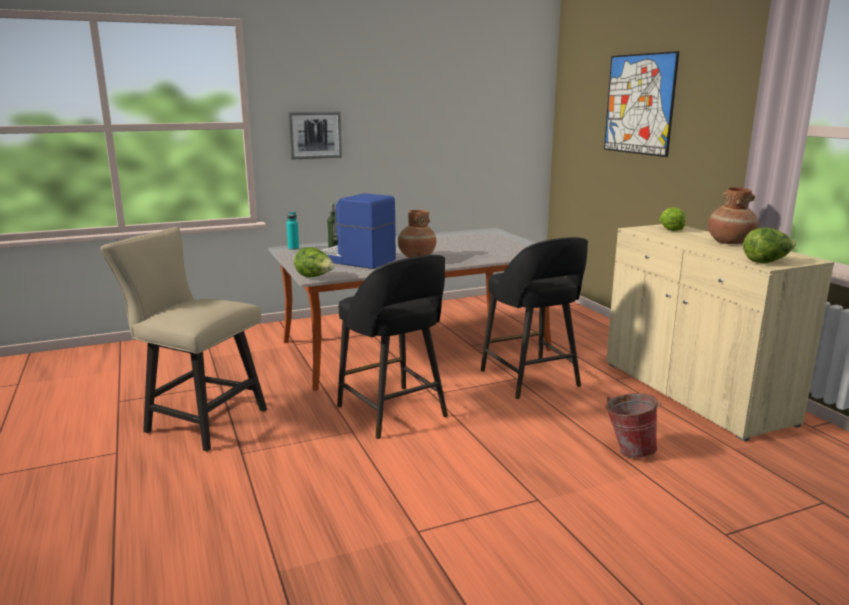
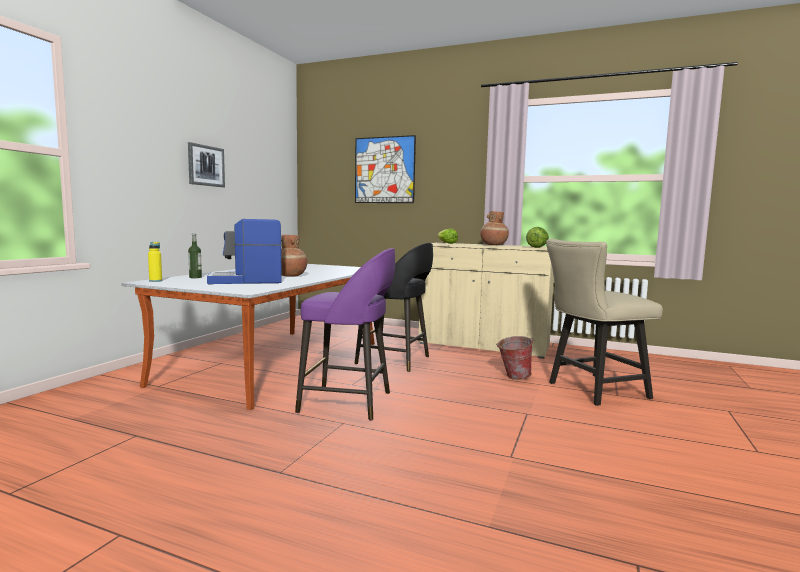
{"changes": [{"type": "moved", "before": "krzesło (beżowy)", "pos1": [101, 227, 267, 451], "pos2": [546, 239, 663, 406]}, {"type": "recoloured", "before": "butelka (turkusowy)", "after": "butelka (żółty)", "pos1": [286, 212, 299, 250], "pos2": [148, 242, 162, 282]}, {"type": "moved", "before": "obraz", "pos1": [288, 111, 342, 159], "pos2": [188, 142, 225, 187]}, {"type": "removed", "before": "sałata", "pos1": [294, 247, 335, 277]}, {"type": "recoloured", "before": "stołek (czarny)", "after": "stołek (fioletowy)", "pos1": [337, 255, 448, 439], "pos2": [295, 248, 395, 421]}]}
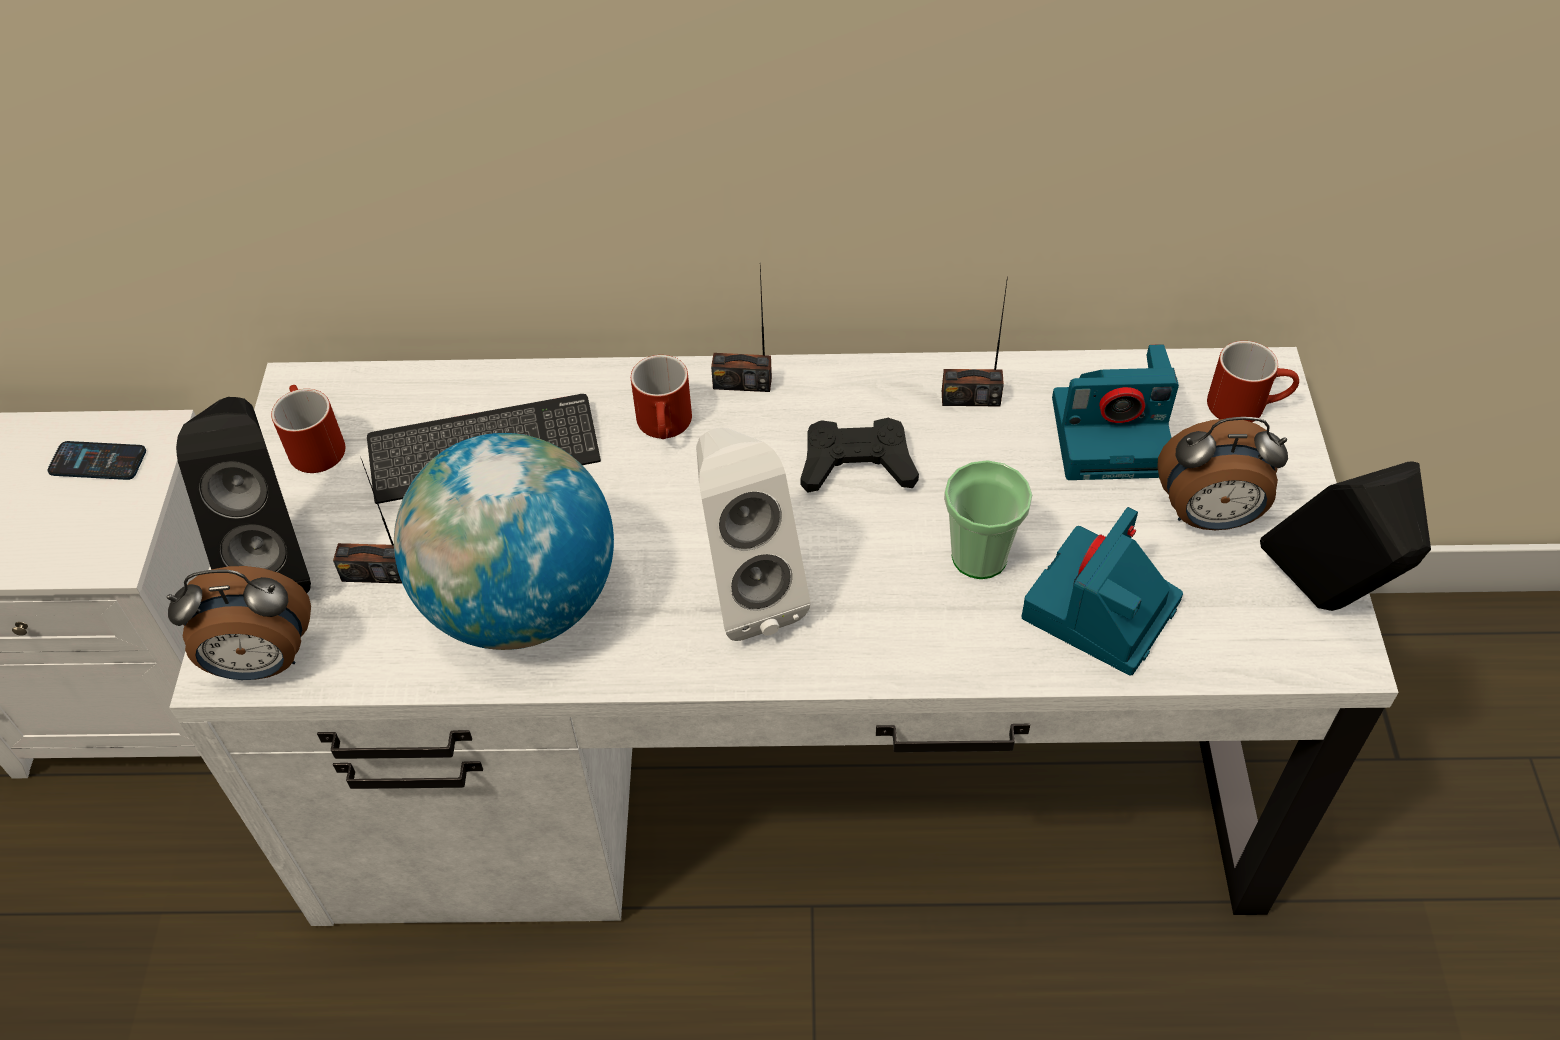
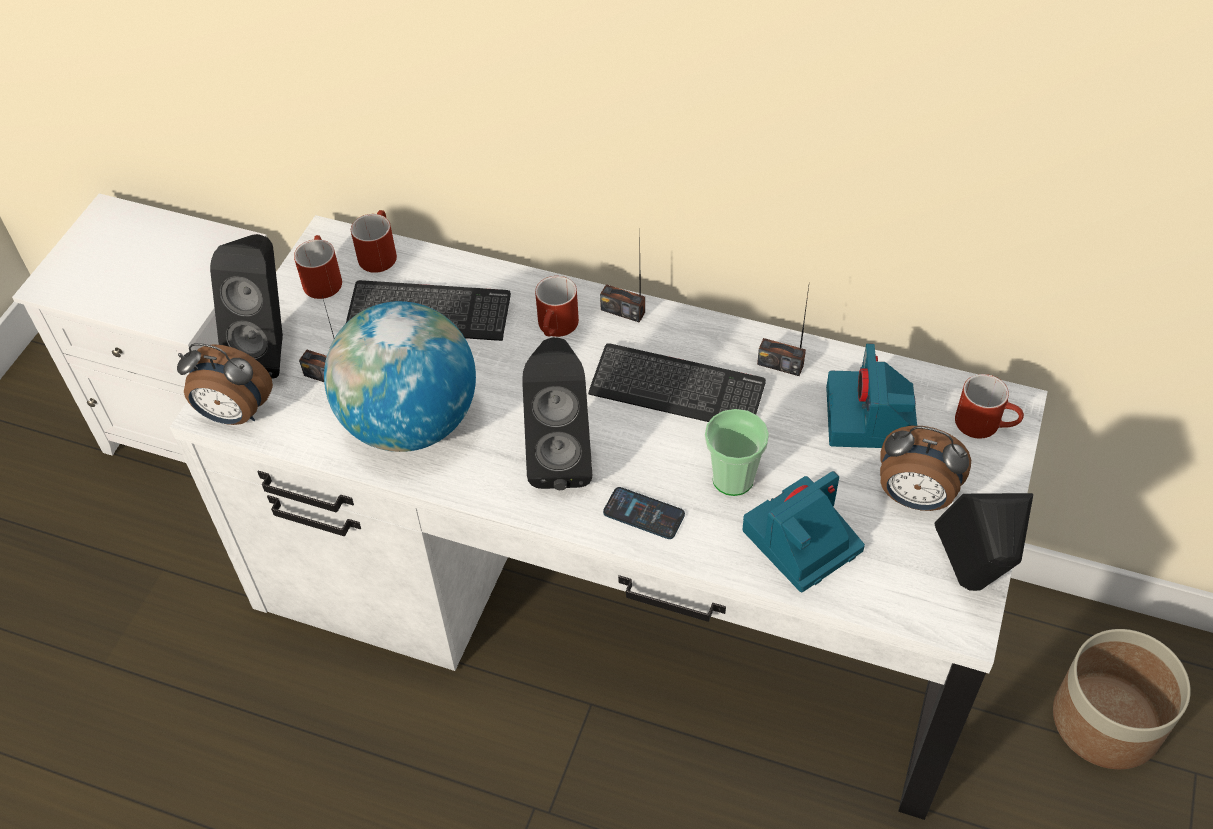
{"changes": [{"type": "moved", "before": "telefon", "pos1": [48, 441, 146, 480], "pos2": [603, 487, 685, 539]}, {"type": "recoloured", "before": "głośnik (biały)", "after": "głośnik (czarny)", "pos1": [696, 428, 810, 641], "pos2": [522, 337, 593, 490]}, {"type": "replaced", "before": "pad do gier (czarny)", "after": "klawiatura", "pos1": [800, 418, 919, 493], "pos2": [588, 343, 766, 422]}, {"type": "turned", "before": "aparat fotograficzny", "pos1": [1052, 344, 1179, 480], "pos2": [826, 343, 917, 448], "turn": 75}, {"type": "added", "after": "kubek (czerwony)", "pos2": [351, 210, 397, 273]}, {"type": "added", "after": "donica", "pos2": [1053, 629, 1191, 769]}]}
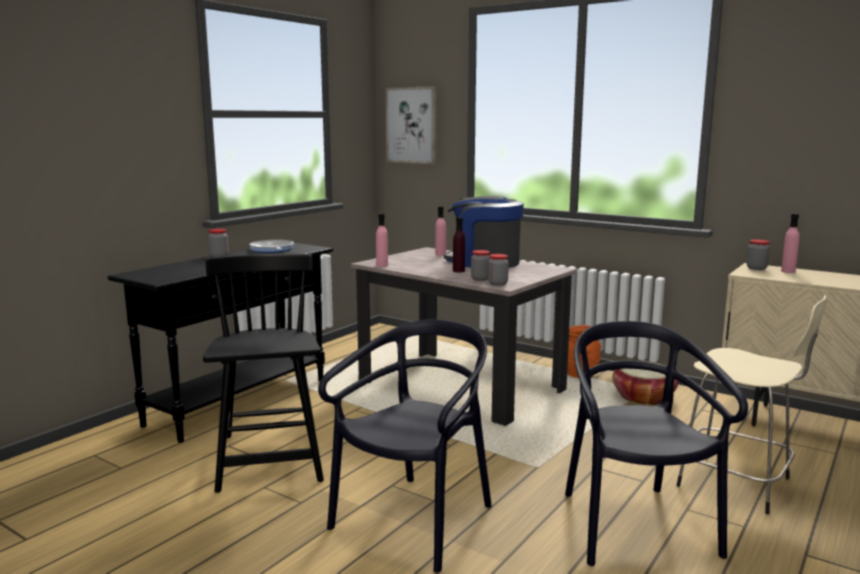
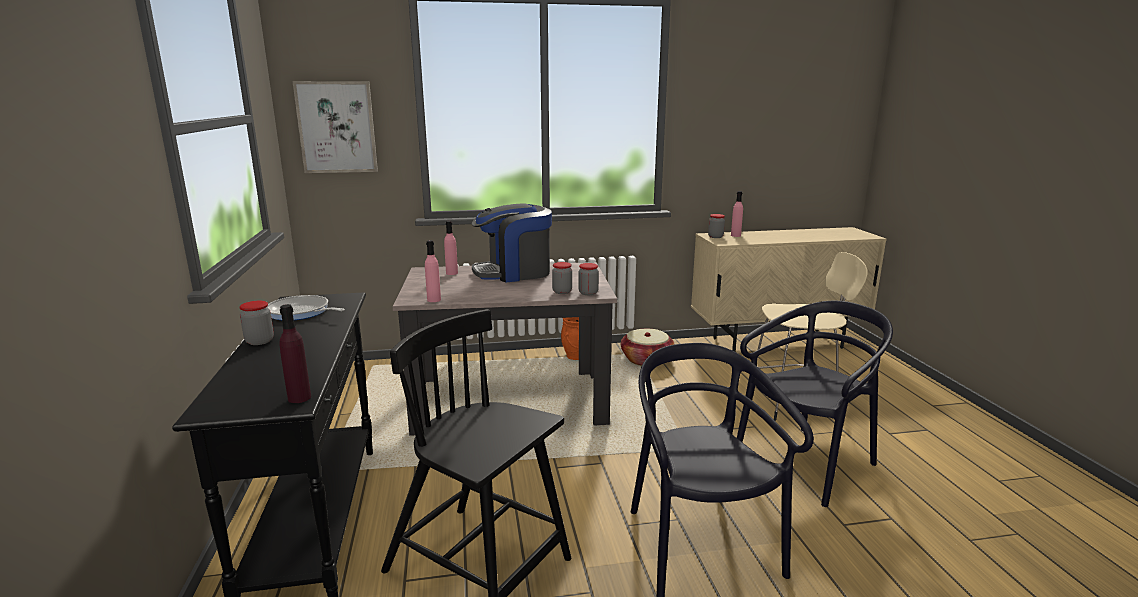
{"changes": [{"type": "moved", "before": "butelka (fioletowy)", "pos1": [453, 217, 465, 272], "pos2": [279, 304, 311, 403]}, {"type": "turned", "before": "krzesło (czarny)", "pos1": [565, 321, 748, 566], "pos2": [737, 301, 893, 507], "turn": 105}]}
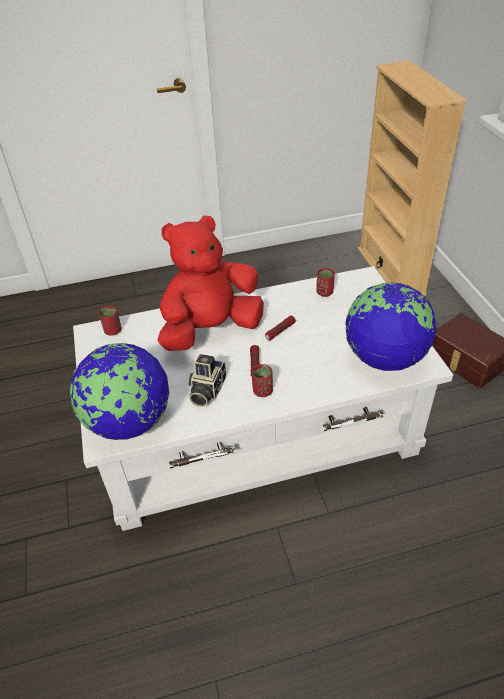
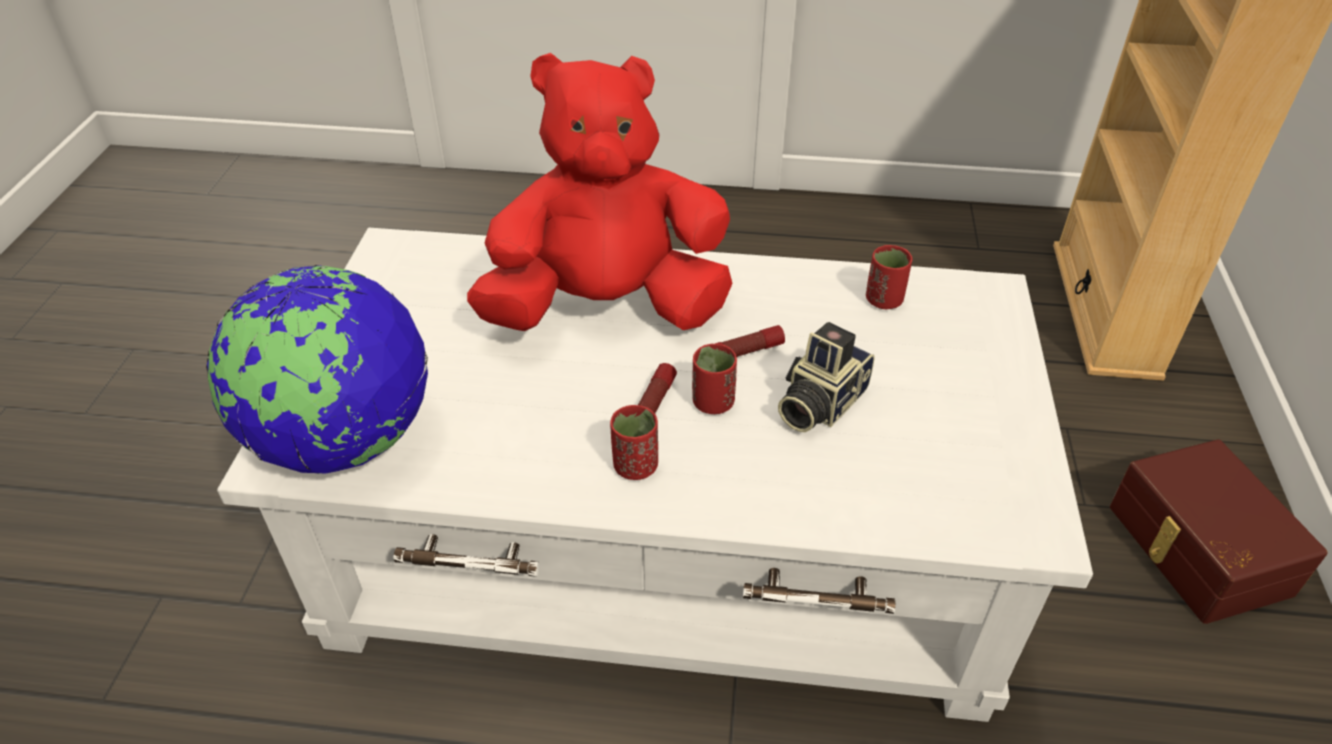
{"changes": [{"type": "moved", "before": "filiżanka (czerwony)", "pos1": [99, 306, 122, 336], "pos2": [692, 344, 737, 414]}, {"type": "moved", "before": "aparat fotograficzny", "pos1": [189, 354, 226, 407], "pos2": [778, 322, 875, 432]}, {"type": "removed", "before": "globus", "pos1": [345, 283, 437, 371]}]}
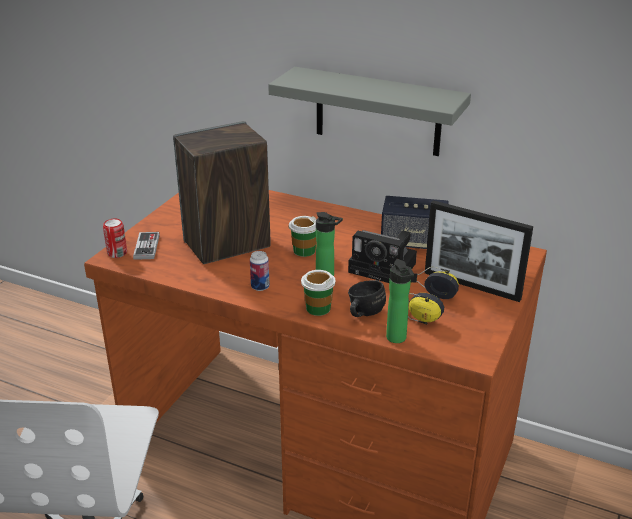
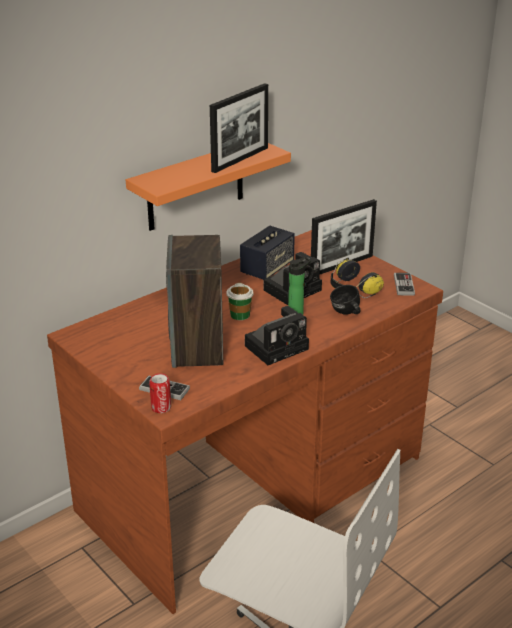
{"changes": [{"type": "replaced", "before": "puszka", "after": "aparat fotograficzny", "pos1": [250, 251, 270, 291], "pos2": [245, 306, 309, 365]}, {"type": "recoloured", "before": "półka (szary)", "after": "półka (pomarańczowy)", "pos1": [268, 67, 471, 156], "pos2": [126, 143, 291, 231]}, {"type": "removed", "before": "filiżanka", "pos1": [301, 270, 335, 316]}, {"type": "removed", "before": "butelka", "pos1": [386, 259, 414, 343]}, {"type": "added", "after": "ramka na zdjęcie", "pos2": [210, 83, 268, 173]}, {"type": "added", "after": "pad do gier", "pos2": [394, 273, 415, 296]}]}
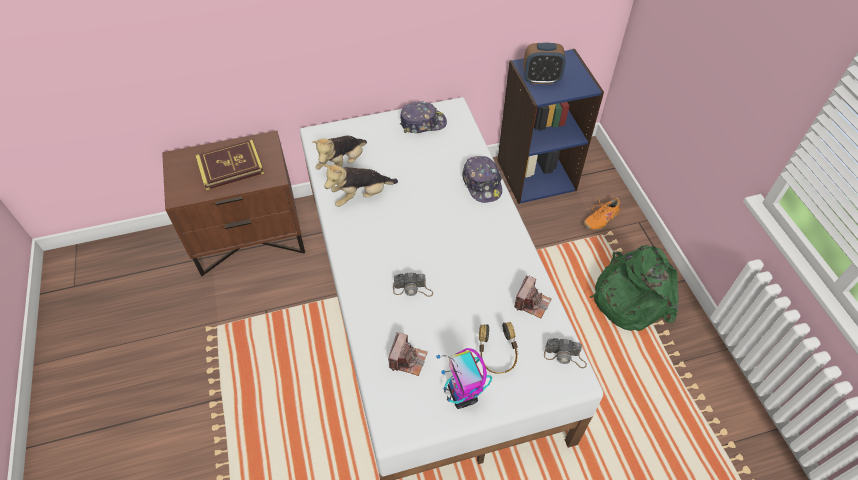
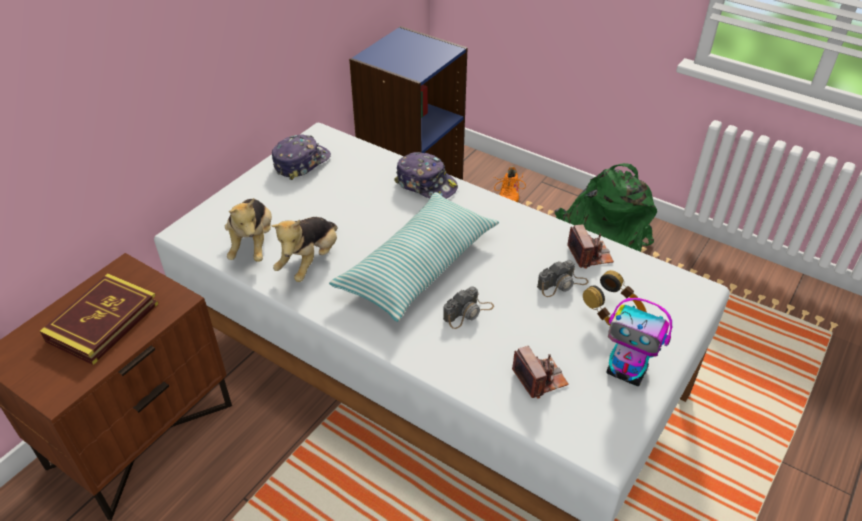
{"changes": [{"type": "removed", "before": "budzik", "pos1": [523, 43, 566, 84]}, {"type": "moved", "before": "aparat fotograficzny", "pos1": [544, 338, 587, 368], "pos2": [537, 260, 589, 297]}, {"type": "added", "after": "poduszka", "pos2": [329, 192, 499, 322]}]}
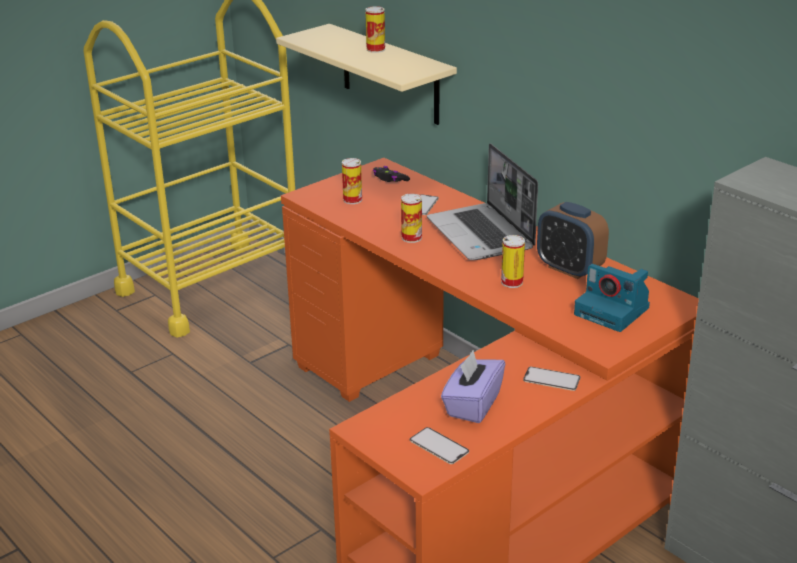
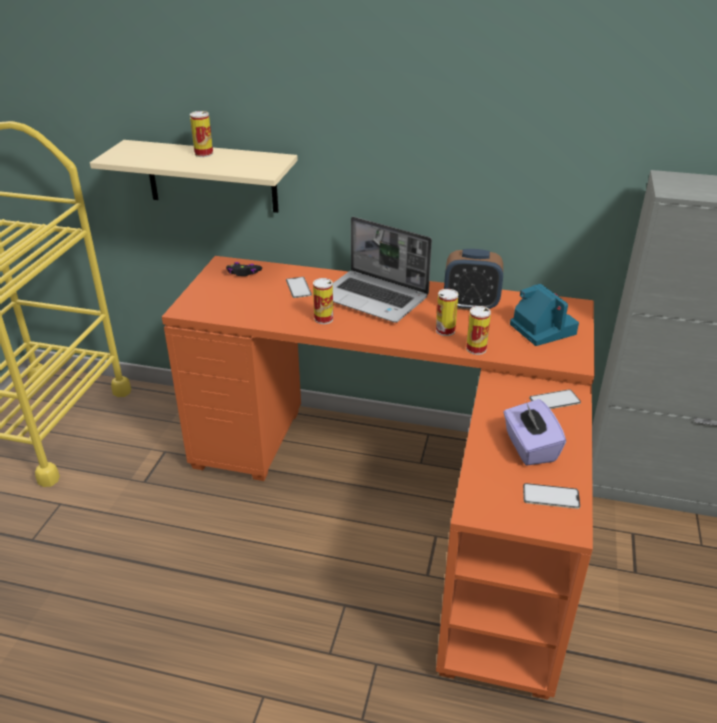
{"changes": [{"type": "moved", "before": "puszka", "pos1": [342, 158, 362, 204], "pos2": [466, 306, 491, 355]}, {"type": "turned", "before": "aparat fotograficzny", "pos1": [574, 264, 650, 332], "pos2": [510, 284, 579, 346], "turn": -120}]}
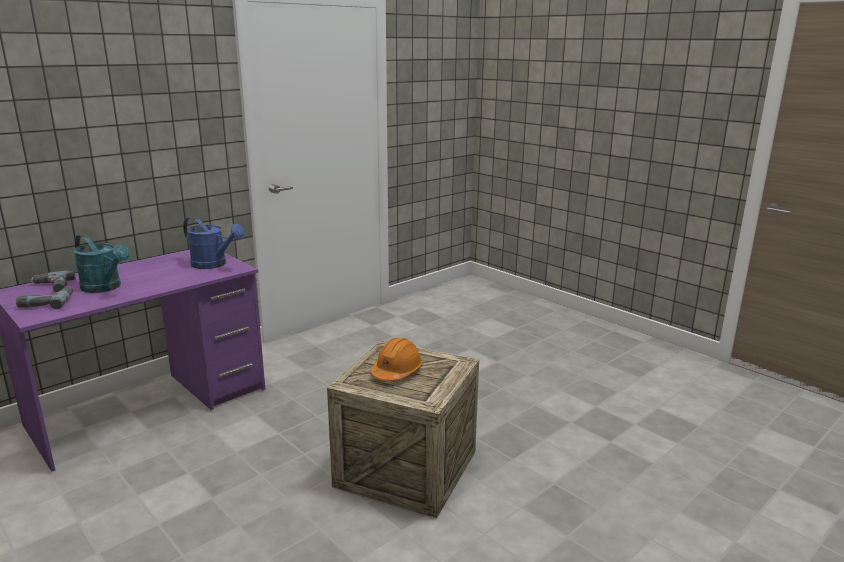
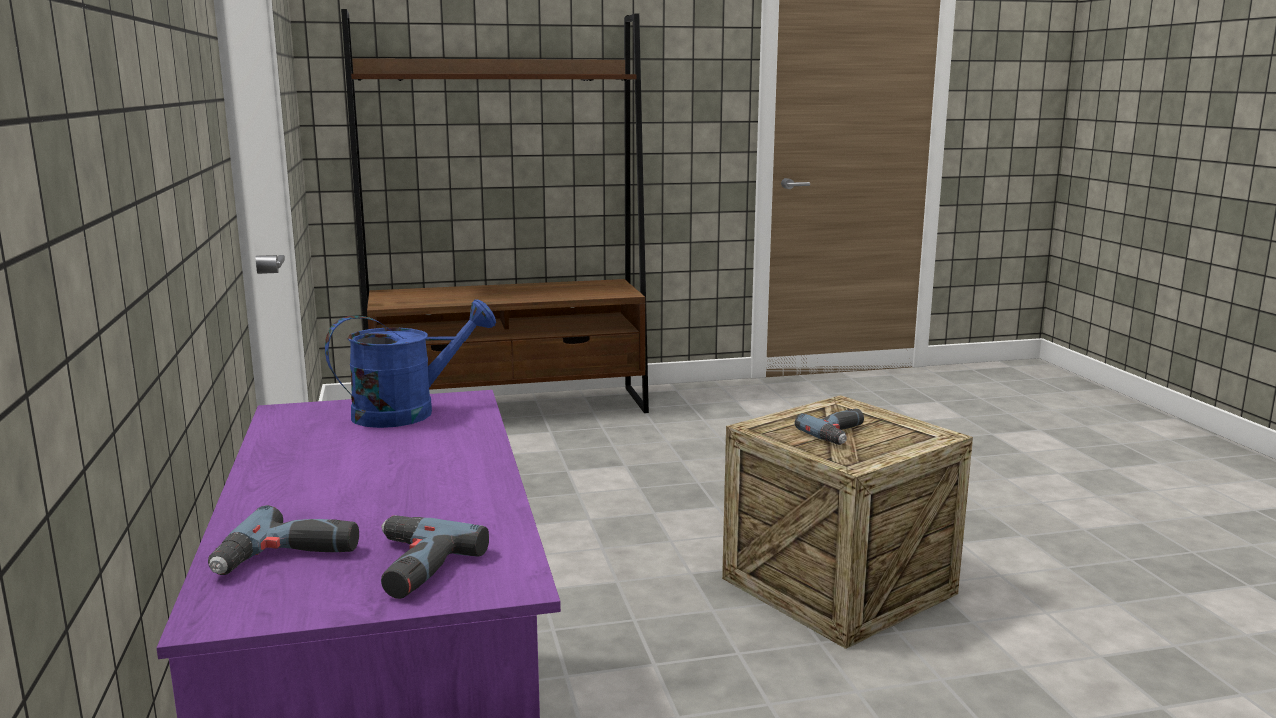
{"changes": [{"type": "removed", "before": "konewka (turkusowy)", "pos1": [73, 234, 130, 293]}, {"type": "replaced", "before": "kask (pomarańczowy)", "after": "wiertarka", "pos1": [370, 338, 423, 381], "pos2": [795, 409, 864, 445]}, {"type": "added", "after": "regał (brązowy)", "pos2": [341, 9, 649, 413]}]}
